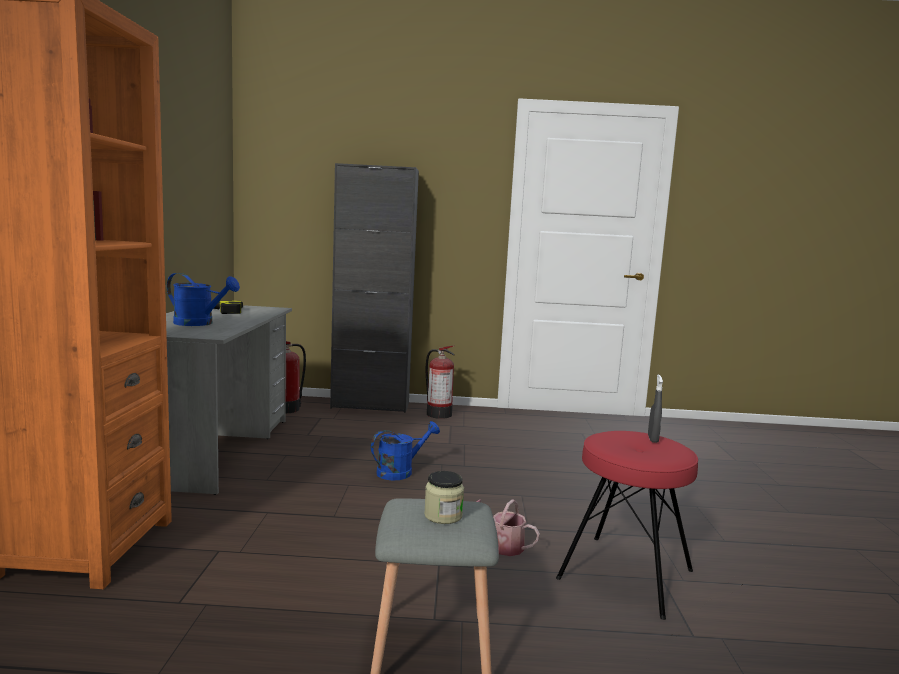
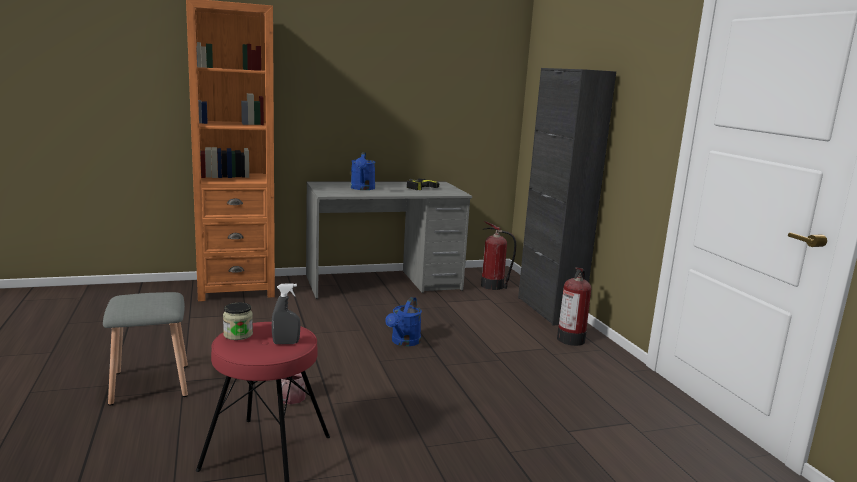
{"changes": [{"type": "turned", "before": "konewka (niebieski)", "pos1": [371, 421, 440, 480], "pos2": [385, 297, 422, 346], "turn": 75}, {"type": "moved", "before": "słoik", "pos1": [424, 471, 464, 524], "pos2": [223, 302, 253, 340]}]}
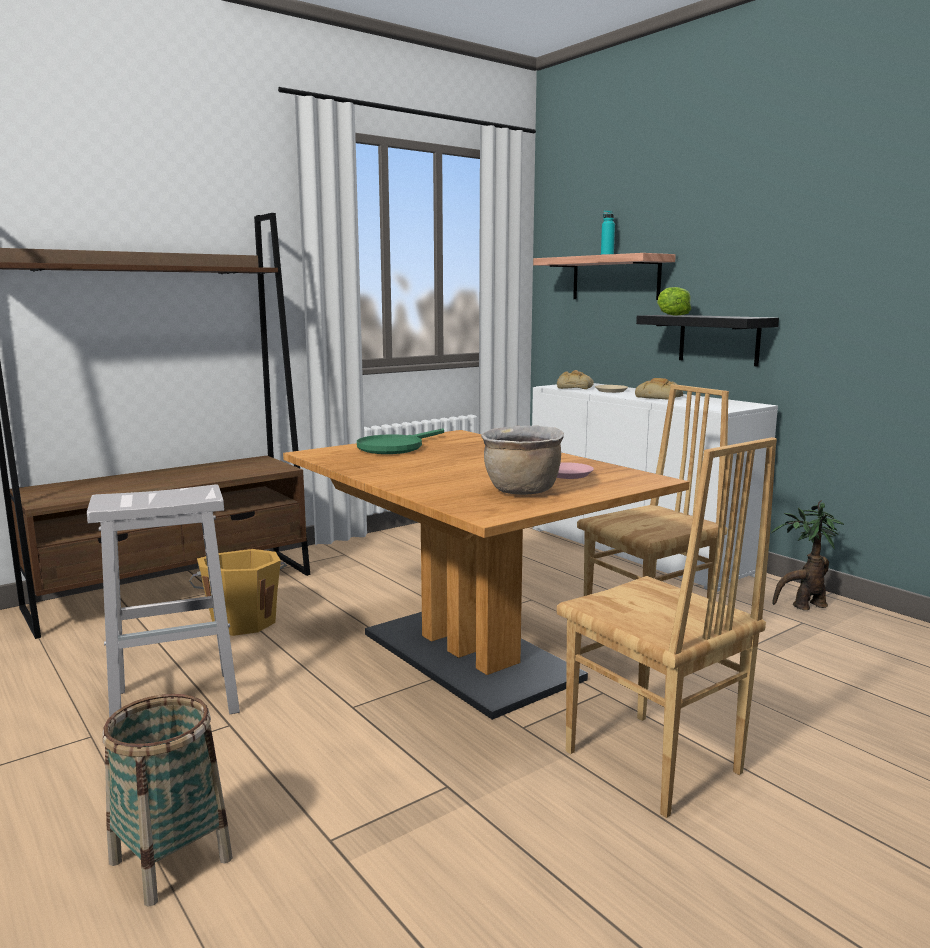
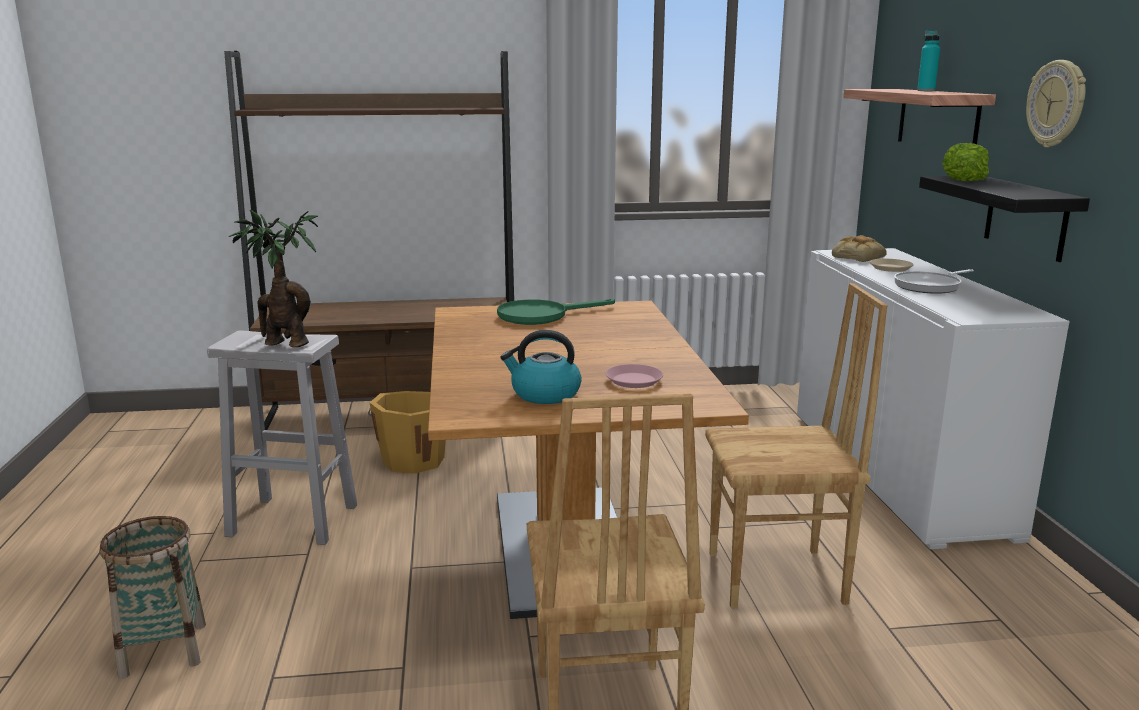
{"changes": [{"type": "replaced", "before": "garnek (brązowy)", "after": "czajnik", "pos1": [481, 425, 564, 495], "pos2": [500, 330, 582, 404]}, {"type": "replaced", "before": "chleb", "after": "patelnia", "pos1": [635, 378, 683, 400], "pos2": [894, 269, 974, 294]}, {"type": "moved", "before": "roślina doniczkowa", "pos1": [771, 500, 844, 610], "pos2": [229, 210, 318, 347]}, {"type": "added", "after": "zegar ścienny", "pos2": [1026, 60, 1086, 147]}]}
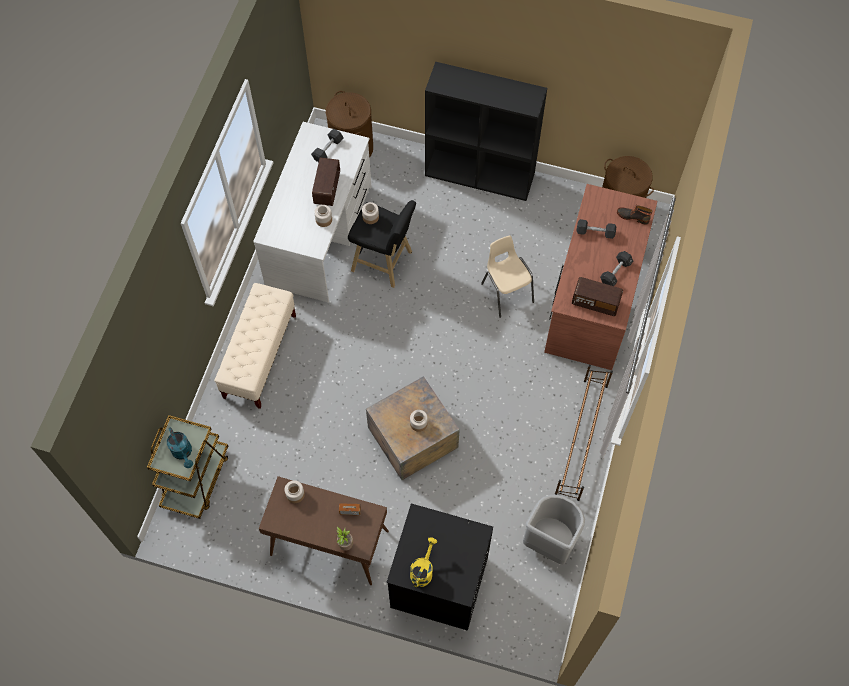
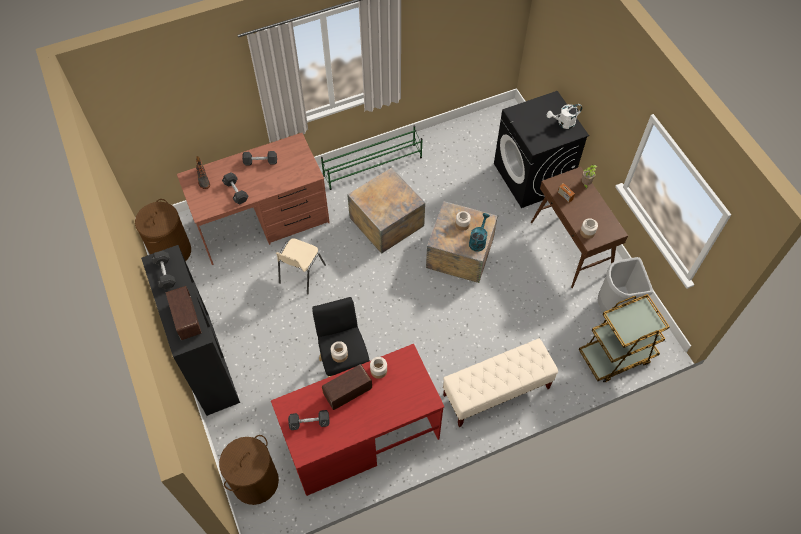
{"changes": [{"type": "moved", "before": "konewka (turkusowy)", "pos1": [167, 427, 193, 468], "pos2": [469, 213, 490, 252]}, {"type": "recoloured", "before": "biurko (biały)", "after": "biurko (czerwony)", "pos1": [253, 122, 372, 303], "pos2": [271, 344, 445, 496]}, {"type": "recoloured", "before": "konewka (żółty)", "after": "konewka (biały)", "pos1": [410, 537, 437, 587], "pos2": [547, 104, 582, 129]}, {"type": "moved", "before": "kosz na śmieci (szary)", "pos1": [523, 495, 585, 564], "pos2": [598, 257, 653, 312]}, {"type": "recoloured", "before": "regał na buty (brązowy)", "after": "regał na buty (zielony)", "pos1": [555, 365, 613, 501], "pos2": [321, 125, 422, 190]}, {"type": "moved", "before": "radio", "pos1": [572, 277, 623, 316], "pos2": [166, 286, 202, 340]}, {"type": "added", "after": "hantel (szary)", "pos2": [152, 251, 176, 289]}, {"type": "added", "after": "skrzynka", "pos2": [347, 167, 425, 254]}]}
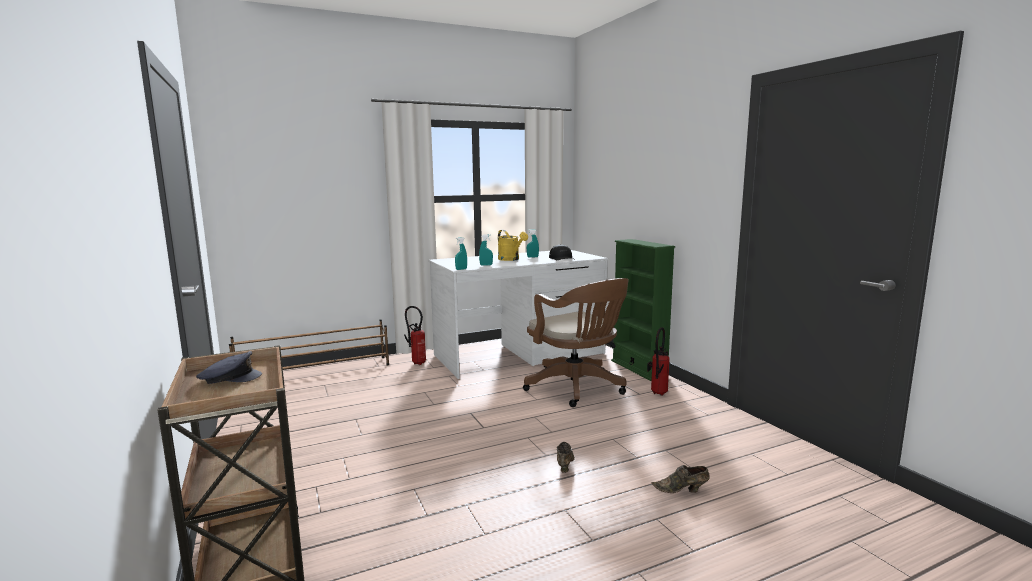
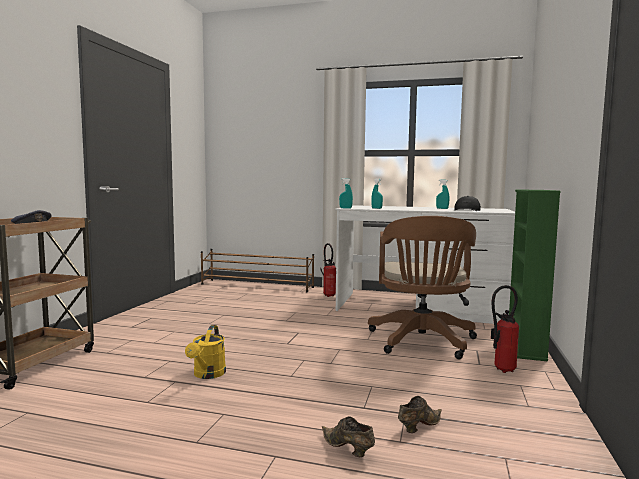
{"changes": [{"type": "moved", "before": "konewka (żółty)", "pos1": [498, 230, 528, 261], "pos2": [185, 325, 226, 379]}, {"type": "moved", "before": "but (brązowy)", "pos1": [556, 442, 575, 473], "pos2": [398, 396, 442, 433]}]}
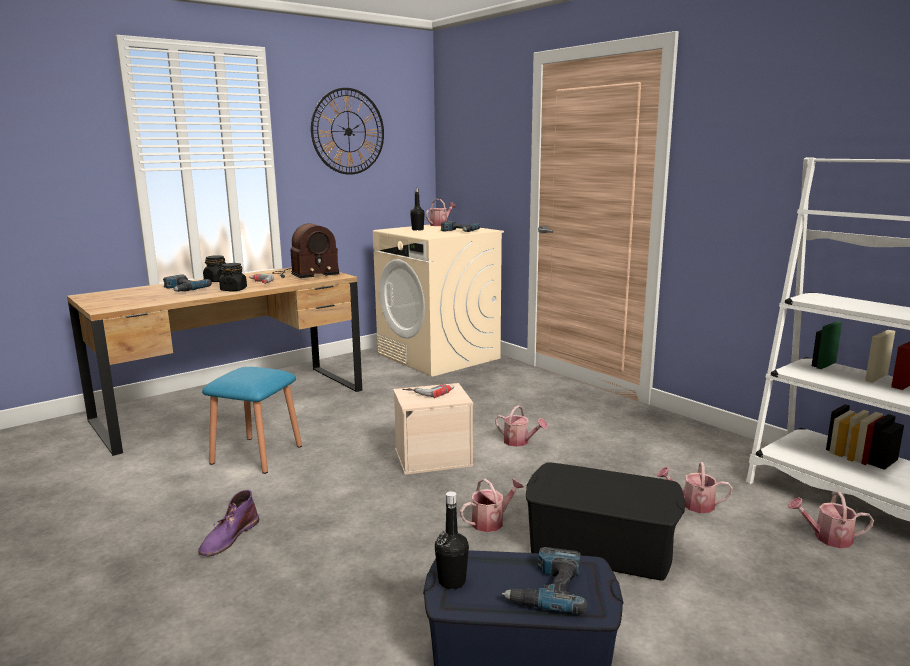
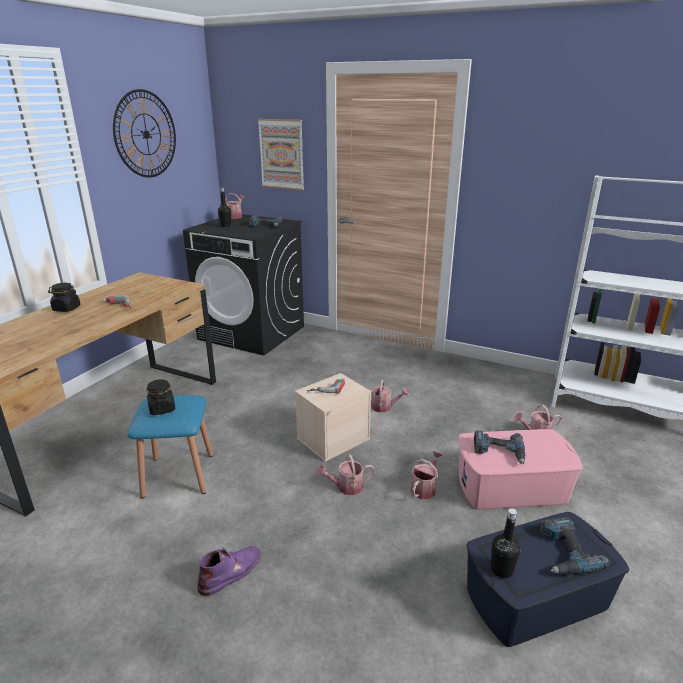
{"changes": [{"type": "moved", "before": "wiertarka", "pos1": [163, 275, 212, 292], "pos2": [474, 430, 525, 464]}, {"type": "turned", "before": "but z cholewką (fioletowy)", "pos1": [198, 490, 259, 556], "pos2": [197, 546, 260, 596], "turn": -135}, {"type": "moved", "before": "słoik (czarny)", "pos1": [219, 263, 247, 292], "pos2": [147, 379, 175, 415]}, {"type": "removed", "before": "radio", "pos1": [272, 223, 340, 278]}, {"type": "recoloured", "before": "pralka (beżowy)", "after": "pralka (czarny)", "pos1": [373, 225, 504, 377], "pos2": [183, 214, 304, 356]}, {"type": "recoloured", "before": "pojemnik do przechowywania (czarny)", "after": "pojemnik do przechowywania (różowy)", "pos1": [526, 462, 685, 580], "pos2": [458, 429, 583, 509]}, {"type": "moved", "before": "konewka", "pos1": [788, 491, 874, 548], "pos2": [317, 454, 375, 495]}, {"type": "added", "after": "obraz", "pos2": [258, 119, 304, 190]}]}
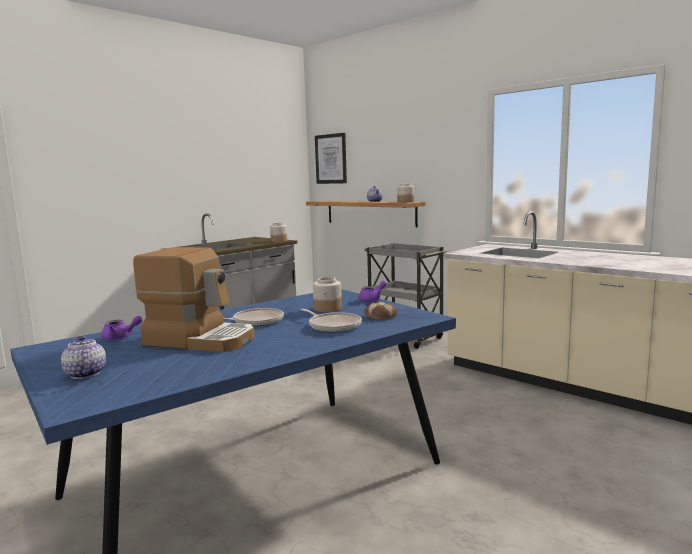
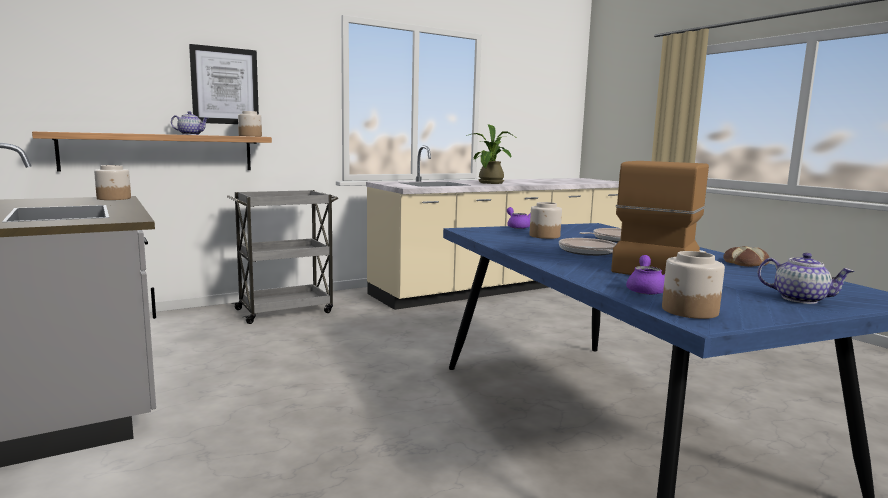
{"changes": [{"type": "turned", "before": "imbryk", "pos1": [61, 336, 106, 379], "pos2": [757, 253, 854, 304], "turn": -135}, {"type": "moved", "before": "obraz", "pos1": [315, 133, 347, 184], "pos2": [189, 44, 259, 124]}, {"type": "moved", "before": "chleb", "pos1": [364, 302, 397, 320], "pos2": [723, 246, 769, 267]}, {"type": "added", "after": "roślina doniczkowa", "pos2": [466, 124, 515, 184]}, {"type": "added", "after": "słoik", "pos2": [662, 251, 725, 319]}]}
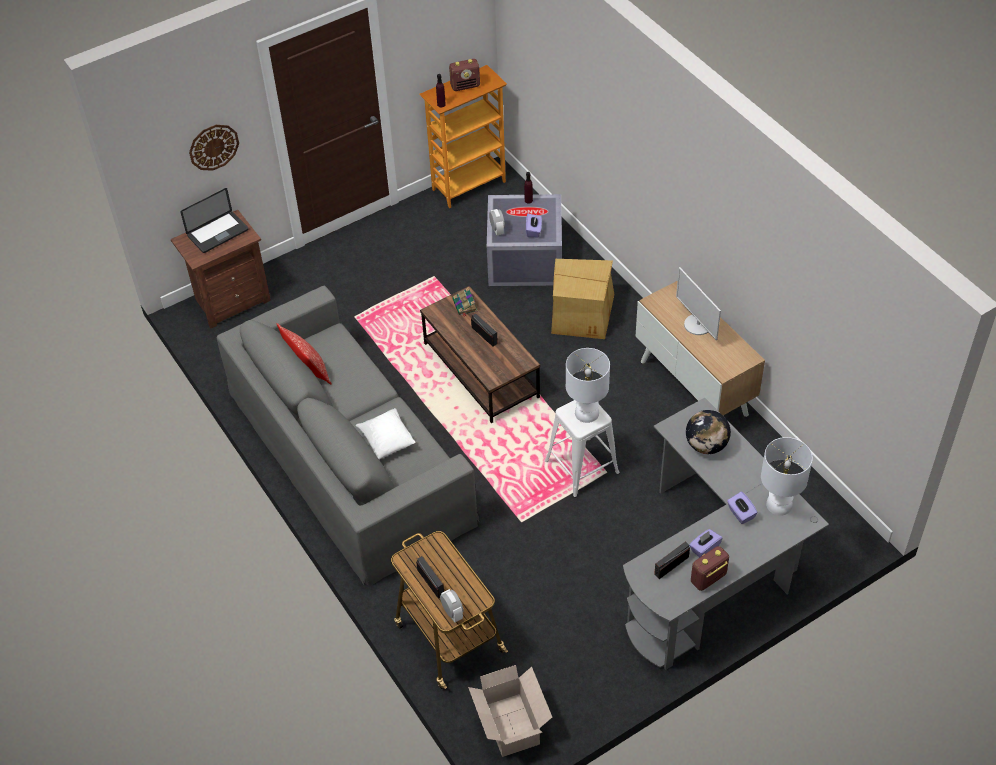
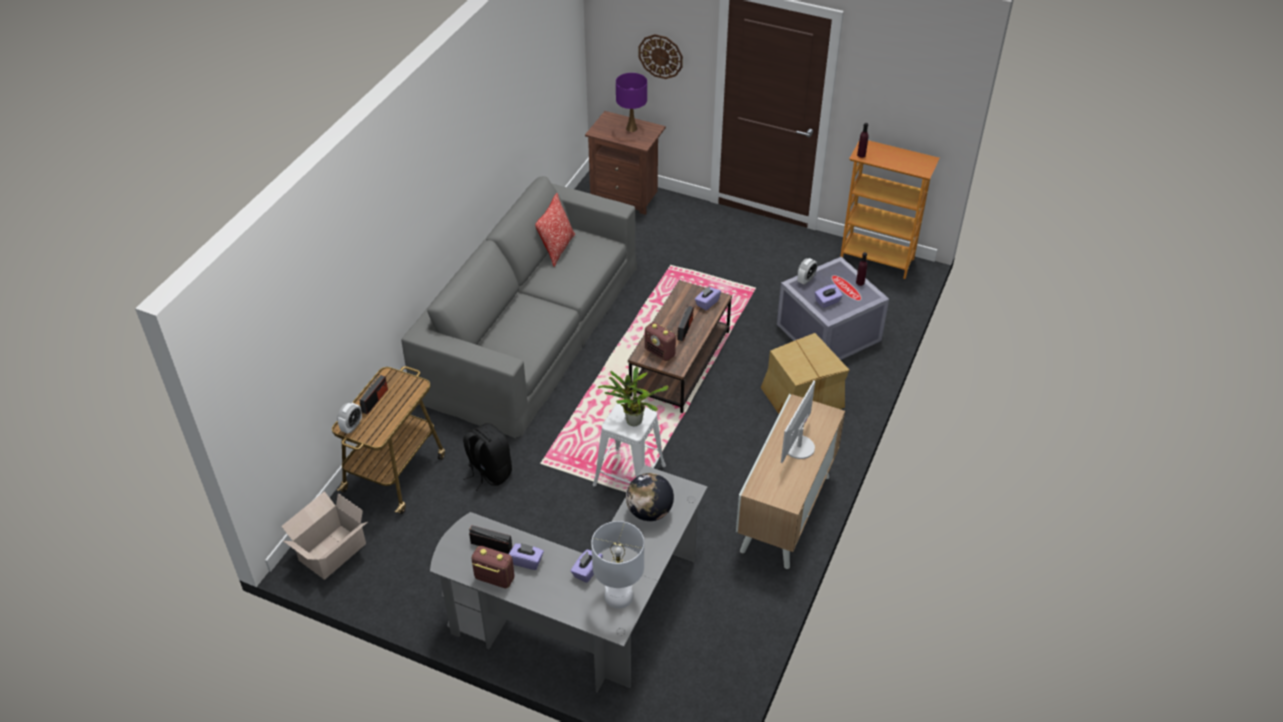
{"changes": [{"type": "replaced", "before": "laptop", "after": "lampa stołowa (fioletowy)", "pos1": [181, 188, 248, 253], "pos2": [616, 73, 647, 132]}, {"type": "removed", "before": "poduszka (biały)", "pos1": [356, 408, 415, 459]}, {"type": "moved", "before": "radio", "pos1": [449, 59, 480, 91], "pos2": [645, 322, 676, 361]}, {"type": "replaced", "before": "książka", "after": "pudełko chusteczek (fioletowy)", "pos1": [452, 287, 477, 316], "pos2": [695, 285, 721, 310]}, {"type": "replaced", "before": "lampa stołowa (biały)", "after": "roślina doniczkowa", "pos1": [566, 348, 610, 423], "pos2": [598, 367, 669, 427]}, {"type": "added", "after": "plecak (czarny)", "pos2": [463, 423, 512, 491]}]}
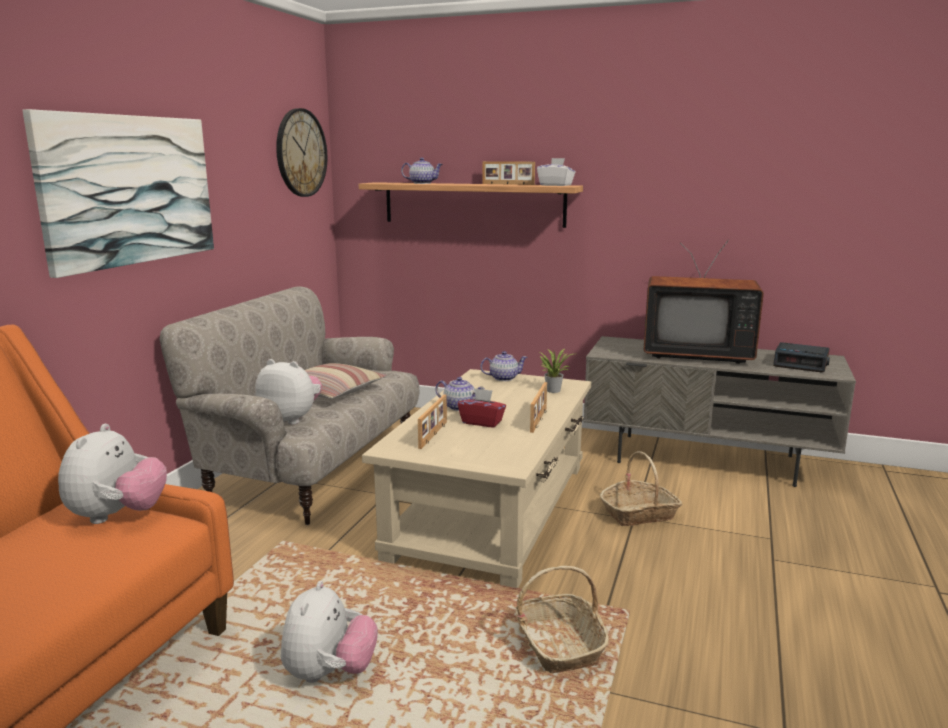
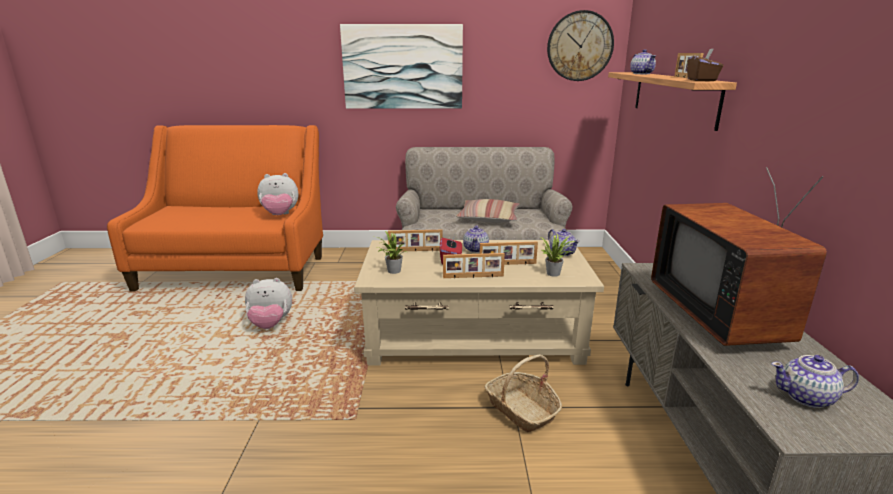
{"changes": [{"type": "removed", "before": "pluszak", "pos1": [255, 359, 322, 425]}, {"type": "removed", "before": "koszyk", "pos1": [516, 566, 609, 673]}, {"type": "recoloured", "before": "pudełko chusteczek (biały)", "after": "pudełko chusteczek (brązowy)", "pos1": [537, 158, 576, 186], "pos2": [687, 49, 723, 81]}, {"type": "replaced", "before": "budzik", "after": "imbryk", "pos1": [773, 342, 830, 373], "pos2": [772, 355, 859, 408]}, {"type": "added", "after": "roślina doniczkowa", "pos2": [377, 231, 407, 274]}, {"type": "added", "after": "ramka na zdjęcie", "pos2": [480, 242, 538, 265]}]}
